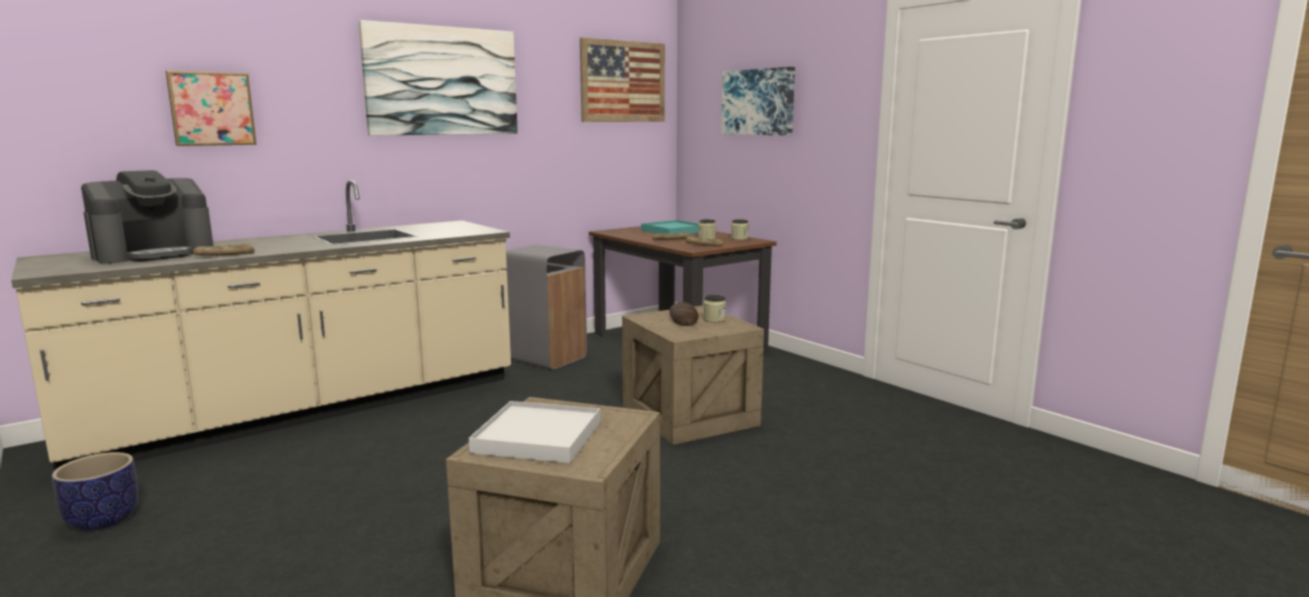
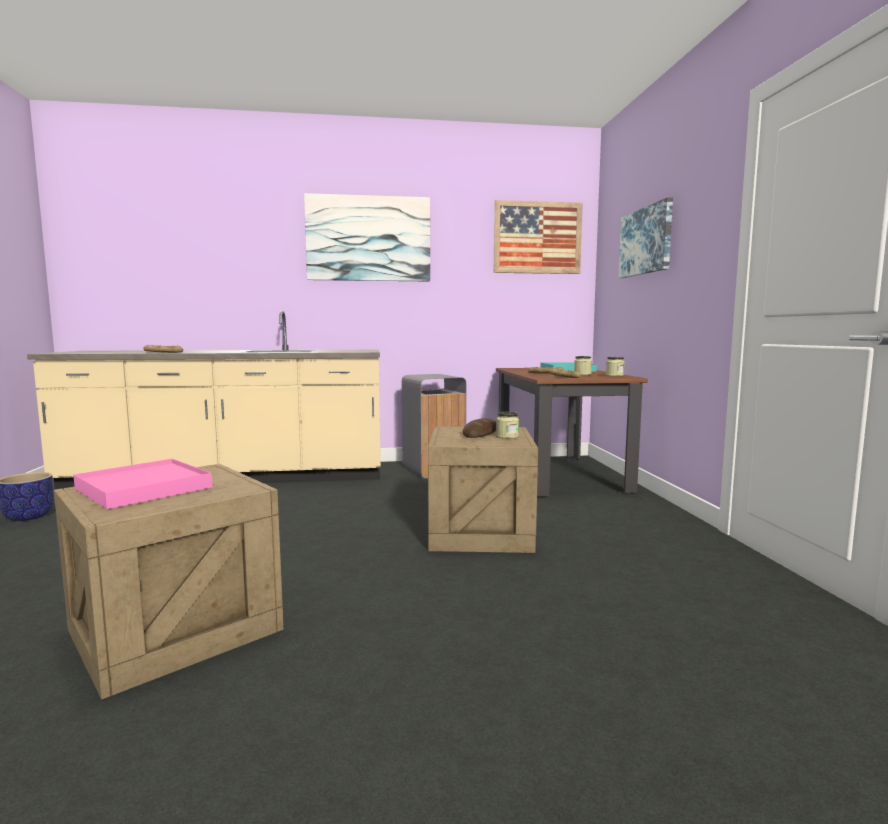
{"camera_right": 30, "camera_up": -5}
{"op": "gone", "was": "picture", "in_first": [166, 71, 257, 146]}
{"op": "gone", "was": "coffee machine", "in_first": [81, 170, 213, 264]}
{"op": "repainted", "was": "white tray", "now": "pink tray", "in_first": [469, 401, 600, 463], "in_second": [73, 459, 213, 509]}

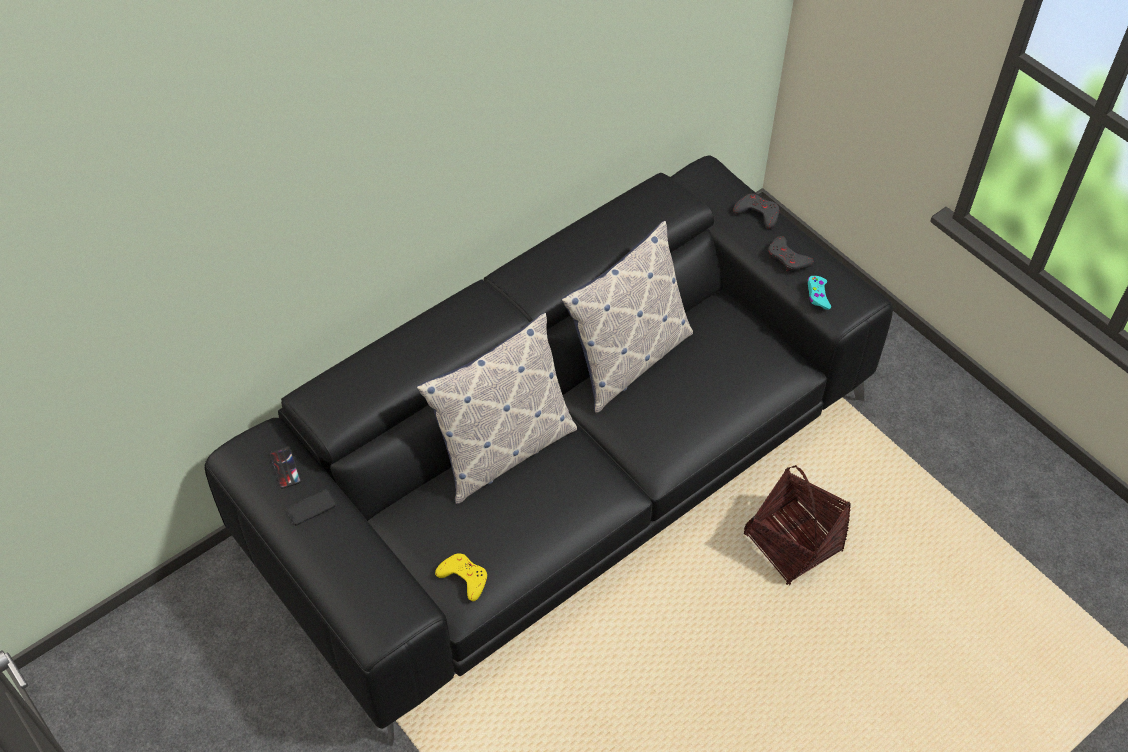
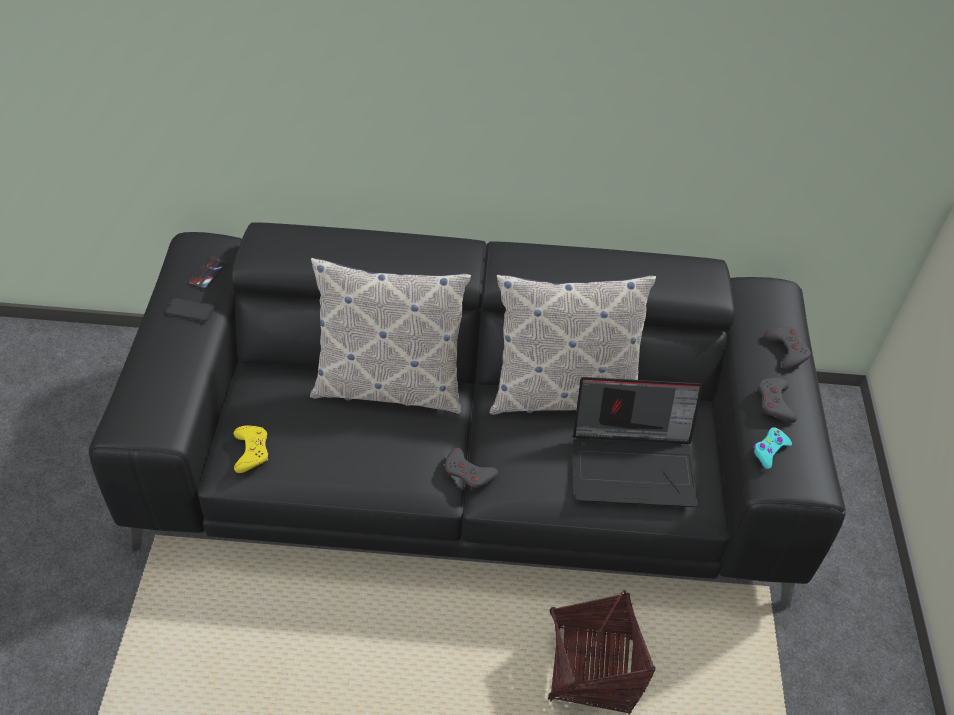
{"camera_right": 40, "camera_up": -5}
{"op": "new", "now": "laptop", "in_second": [573, 377, 703, 507]}
{"op": "new", "now": "grey game controller", "in_second": [445, 448, 498, 490]}

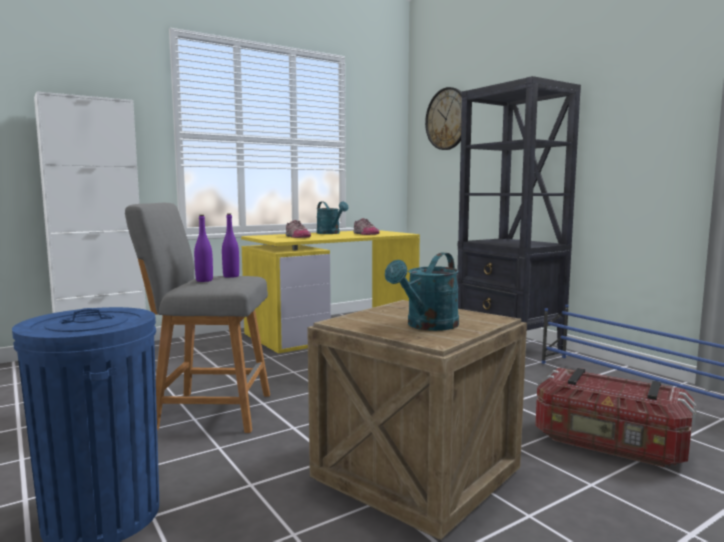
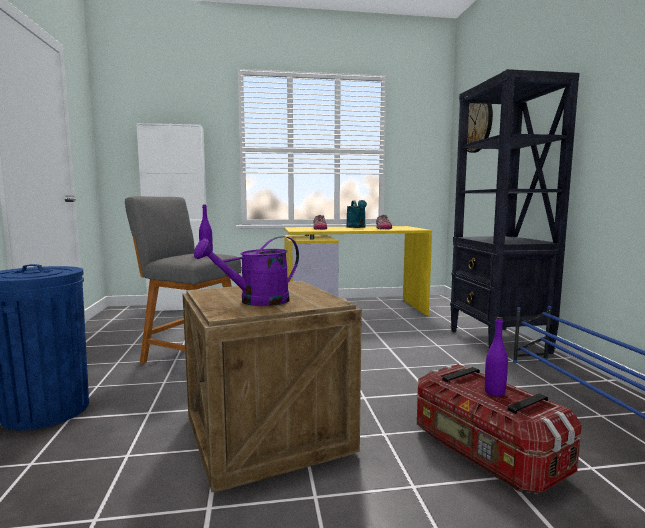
{"camera_right": 25, "camera_up": 0}
{"op": "shifted", "was": "purple bottle", "in_first": [194, 215, 213, 282], "in_second": [485, 317, 508, 397]}
{"op": "repainted", "was": "turquoise watering can", "now": "purple watering can", "in_first": [385, 253, 459, 331], "in_second": [194, 236, 299, 306]}

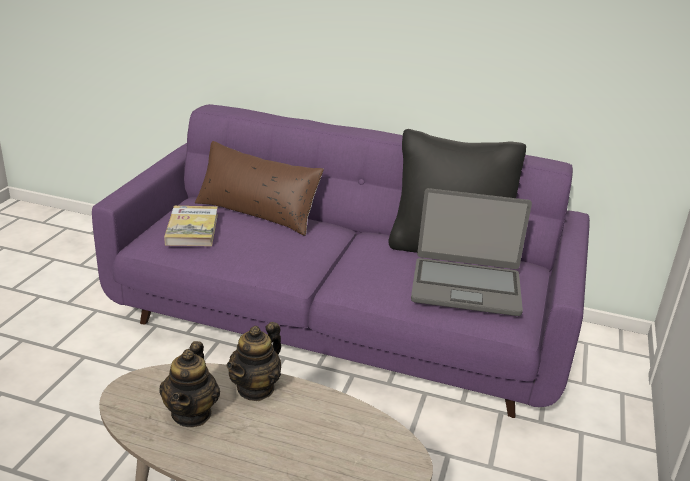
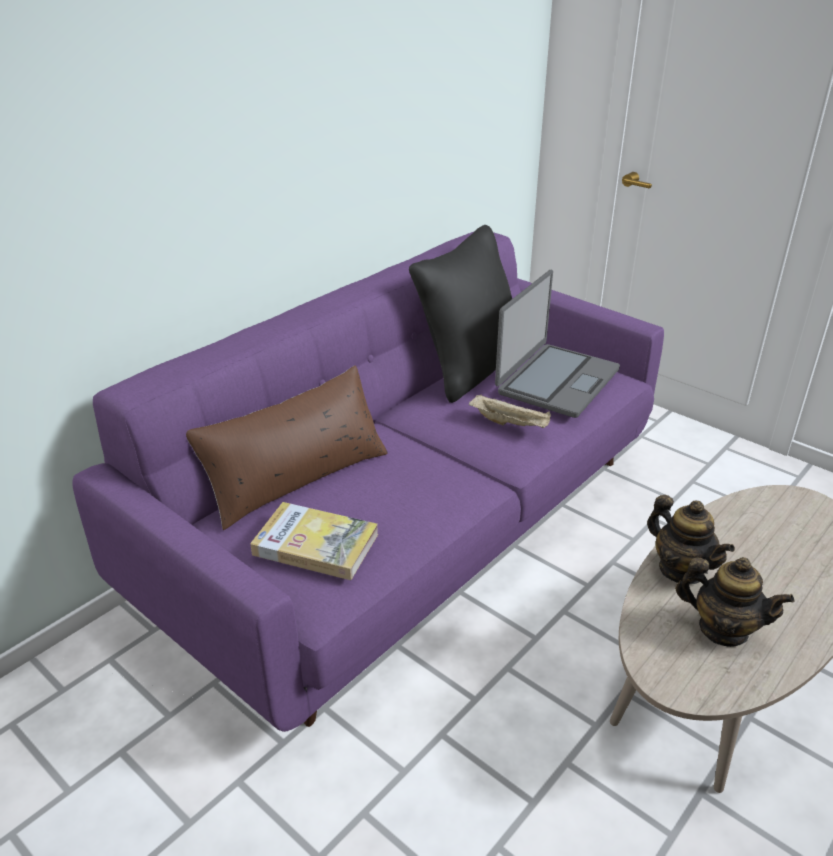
{"camera_right": -65, "camera_up": 5}
{"op": "new", "now": "beige tray", "in_second": [469, 394, 551, 428]}

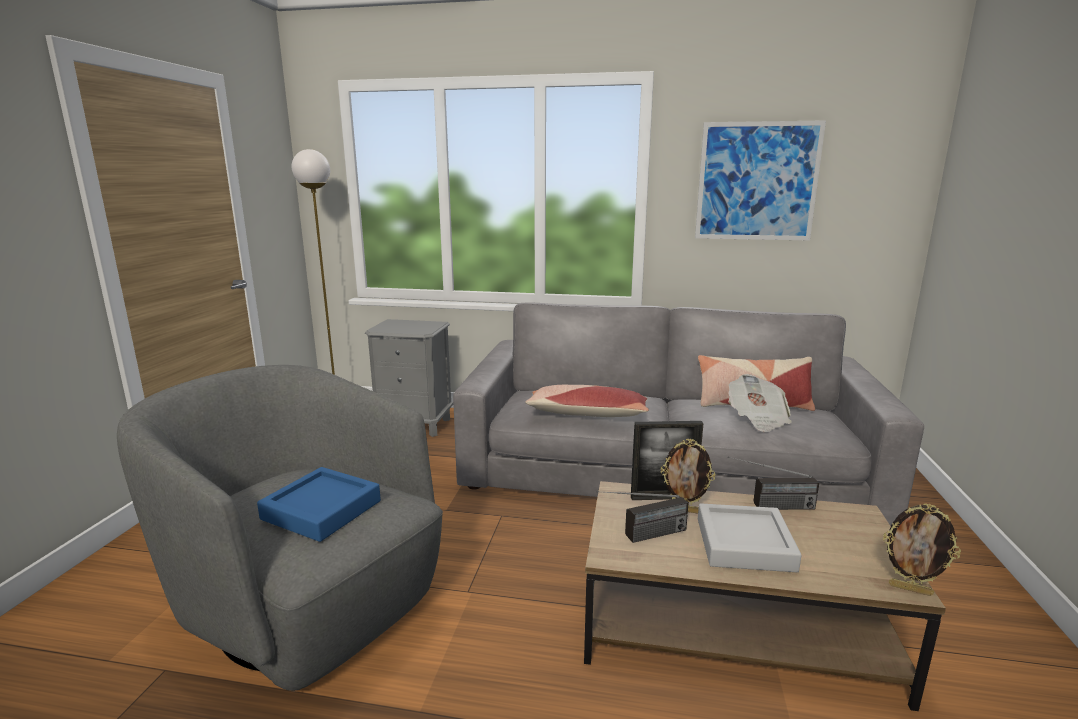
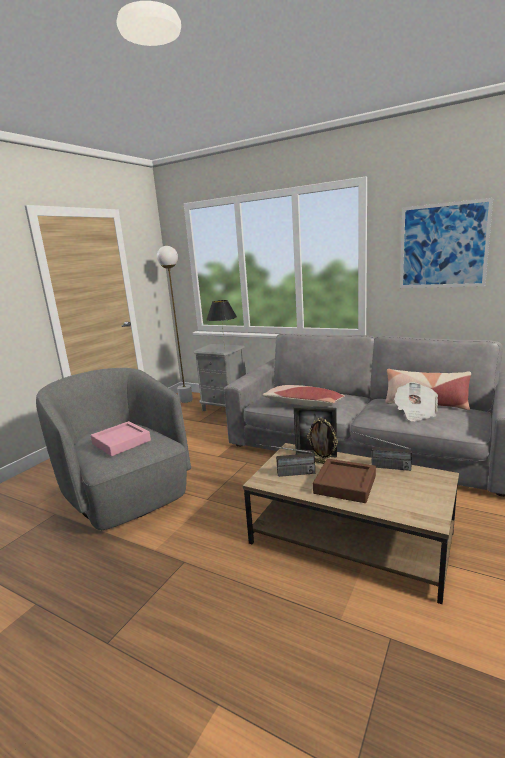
{"camera_right": 20, "camera_up": 0}
{"op": "repainted", "was": "blue tray", "now": "pink tray", "in_first": [257, 467, 381, 542], "in_second": [91, 421, 151, 456]}
{"op": "repainted", "was": "grey tray", "now": "brown tray", "in_first": [698, 503, 802, 572], "in_second": [313, 459, 376, 503]}
{"op": "gone", "was": "picture frame", "in_first": [883, 503, 961, 596]}
{"op": "new", "now": "black table lamp", "in_second": [206, 300, 237, 350]}

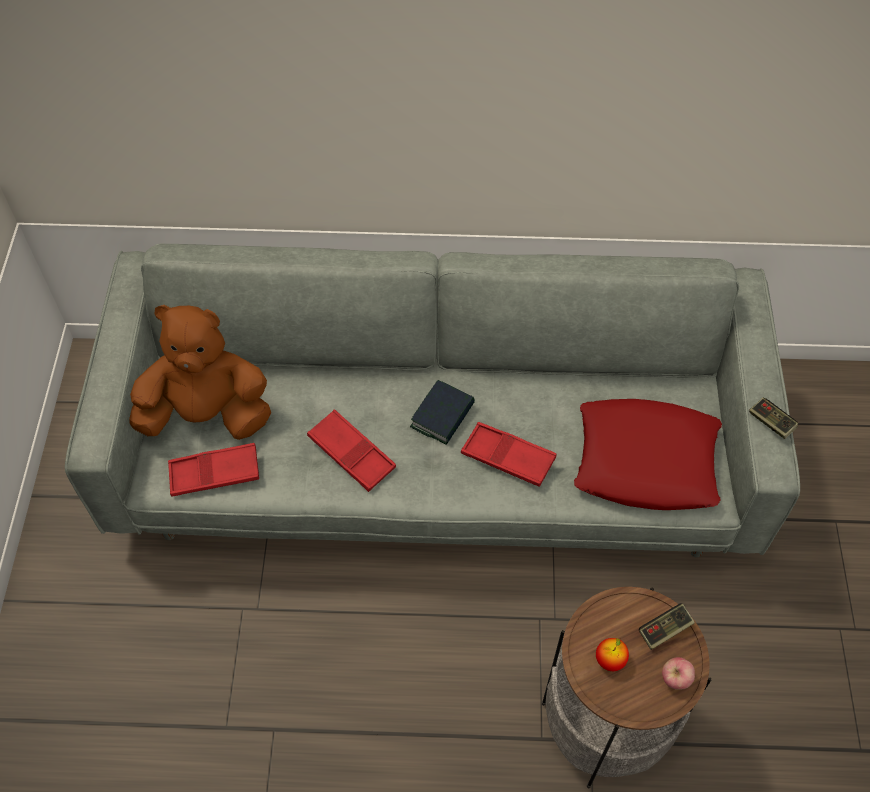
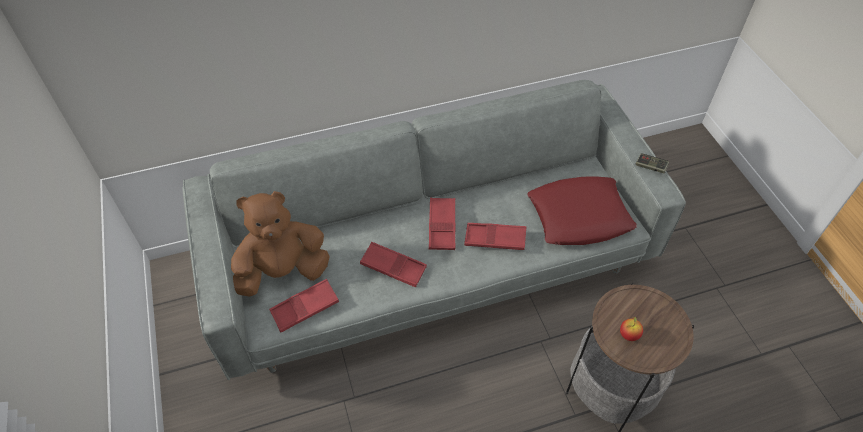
{"camera_right": -20, "camera_up": -5}
{"op": "swapped", "was": "book", "now": "red tray", "in_first": [410, 380, 475, 445], "in_second": [429, 197, 455, 250]}
{"op": "gone", "was": "game controller", "in_first": [639, 603, 695, 650]}
{"op": "gone", "was": "apple", "in_first": [662, 657, 695, 690]}

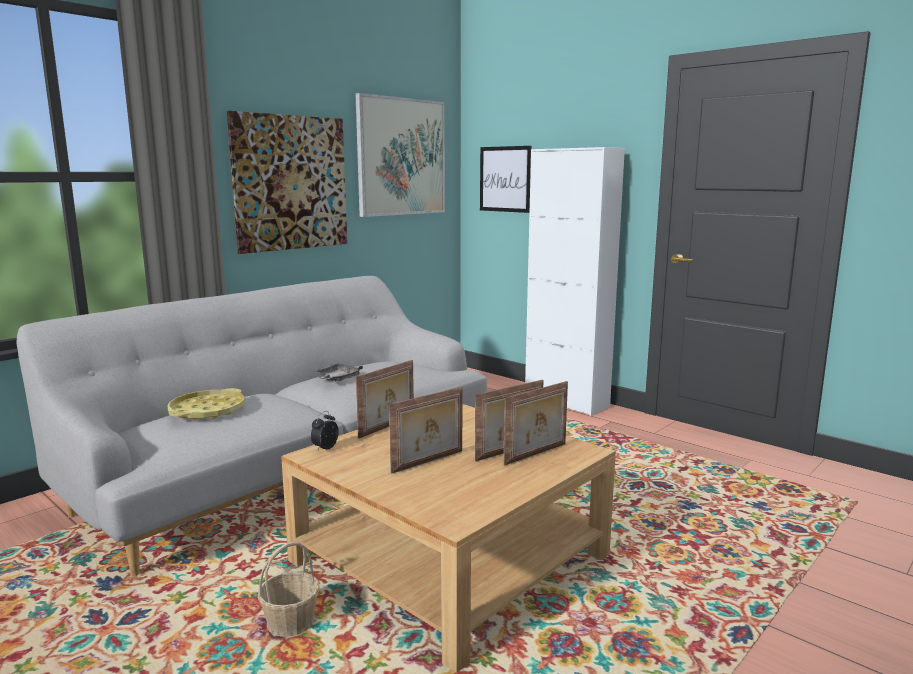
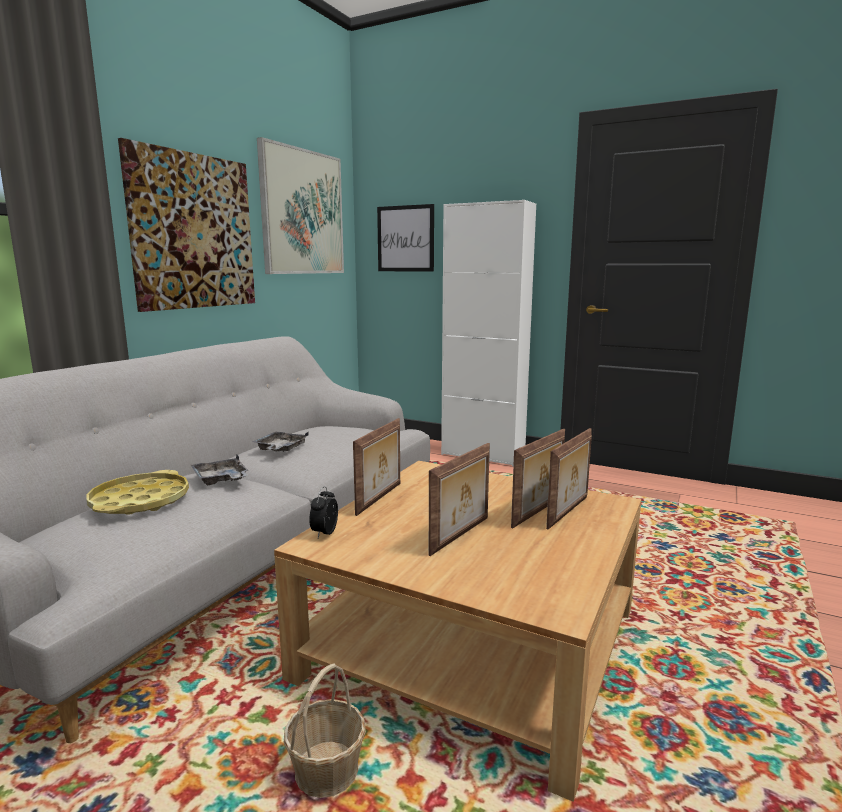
{"camera_right": -15, "camera_up": 0}
{"op": "new", "now": "grey tray", "in_second": [191, 454, 249, 485]}

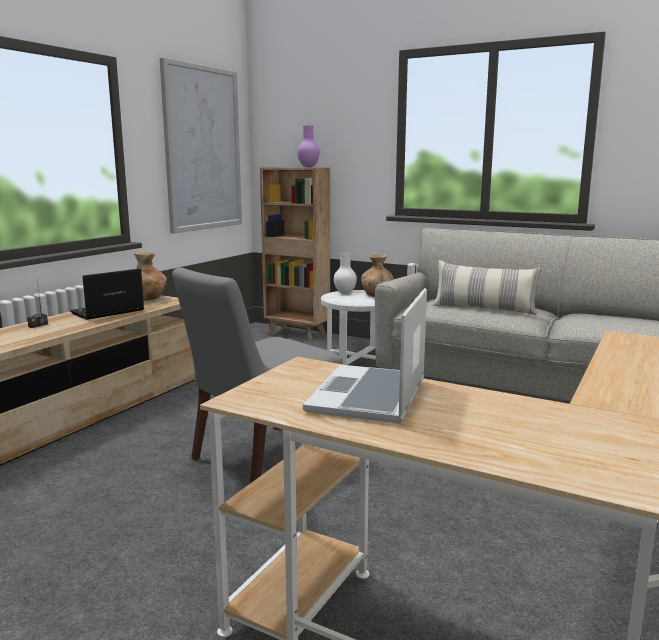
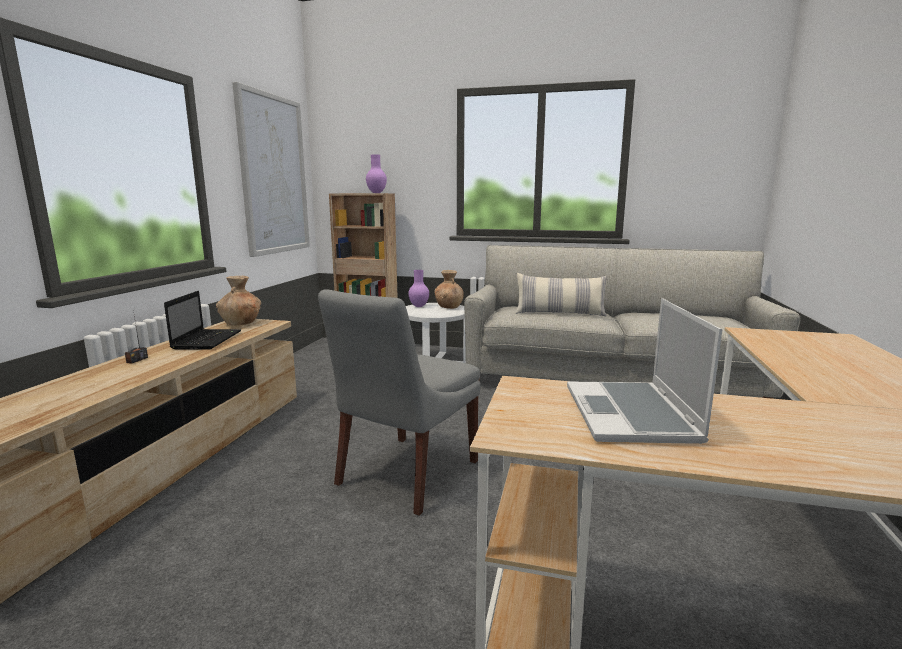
{"camera_right": -15, "camera_up": 0}
{"op": "repainted", "was": "white vase", "now": "purple vase", "in_first": [334, 252, 357, 294], "in_second": [408, 270, 429, 307]}
{"op": "rotated", "was": "laptop", "in_first": [70, 269, 144, 320], "in_second": [164, 291, 241, 350], "clockwise": 150}

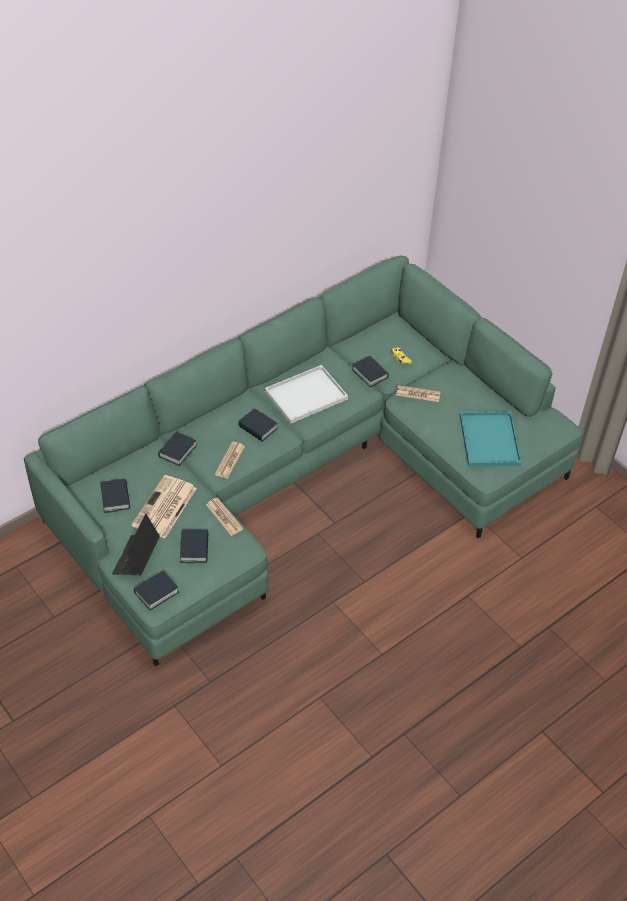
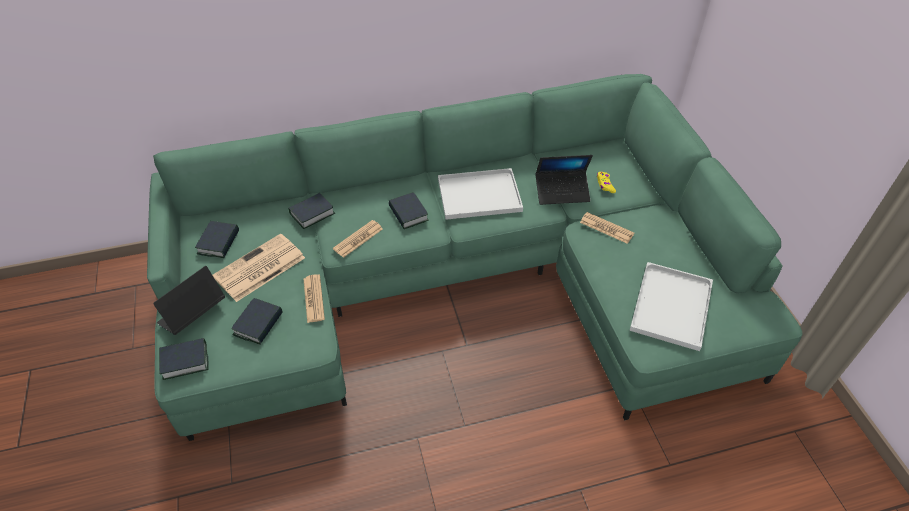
{"camera_right": 25, "camera_up": 0}
{"op": "swapped", "was": "book", "now": "laptop", "in_first": [352, 356, 389, 387], "in_second": [535, 155, 593, 205]}
{"op": "repainted", "was": "turquoise tray", "now": "white tray", "in_first": [460, 411, 522, 467], "in_second": [629, 262, 713, 351]}

